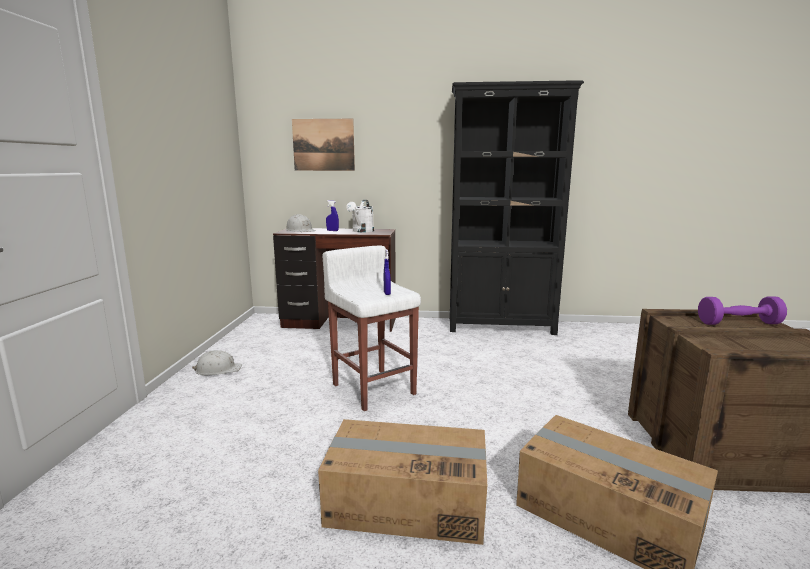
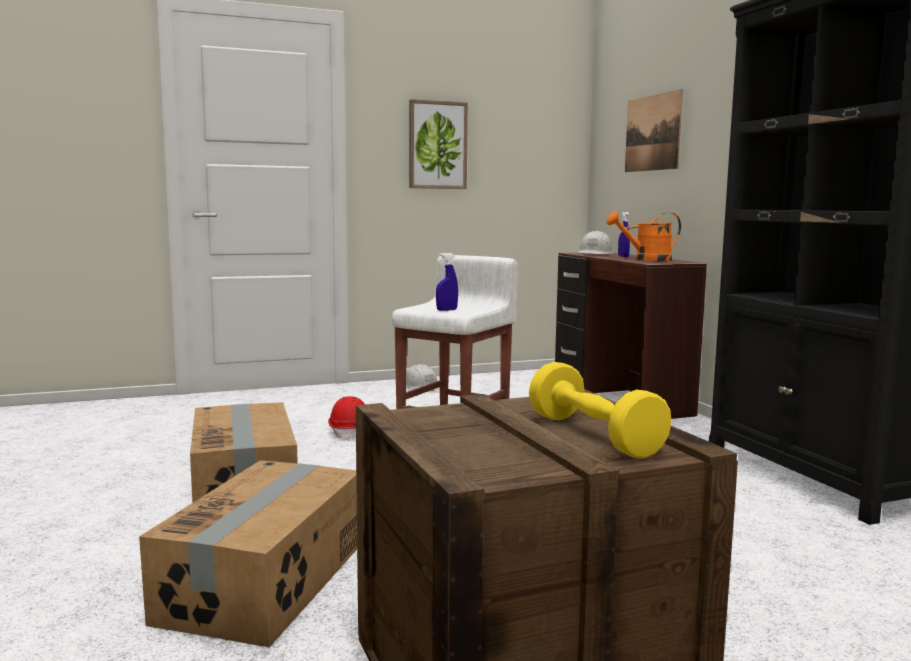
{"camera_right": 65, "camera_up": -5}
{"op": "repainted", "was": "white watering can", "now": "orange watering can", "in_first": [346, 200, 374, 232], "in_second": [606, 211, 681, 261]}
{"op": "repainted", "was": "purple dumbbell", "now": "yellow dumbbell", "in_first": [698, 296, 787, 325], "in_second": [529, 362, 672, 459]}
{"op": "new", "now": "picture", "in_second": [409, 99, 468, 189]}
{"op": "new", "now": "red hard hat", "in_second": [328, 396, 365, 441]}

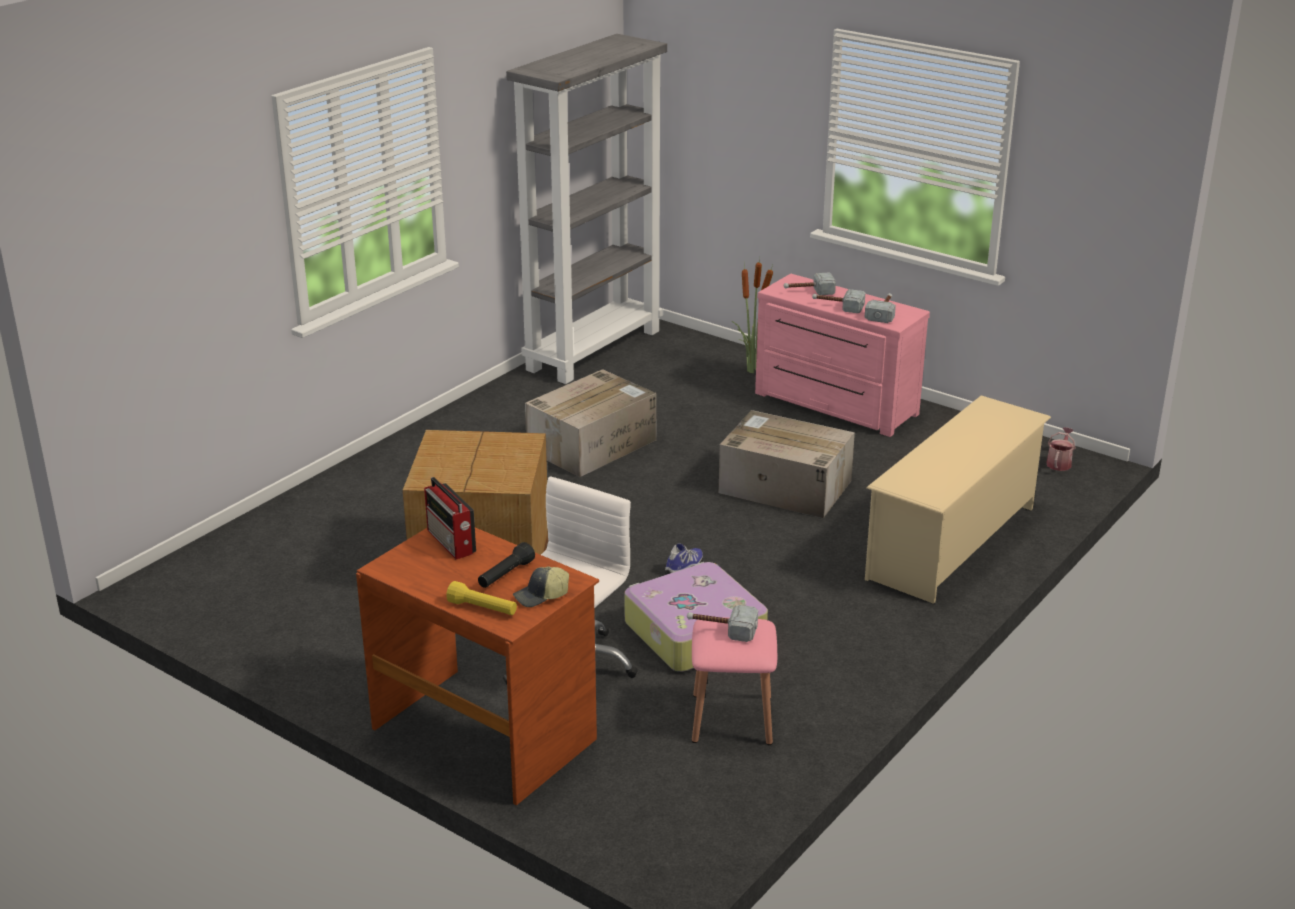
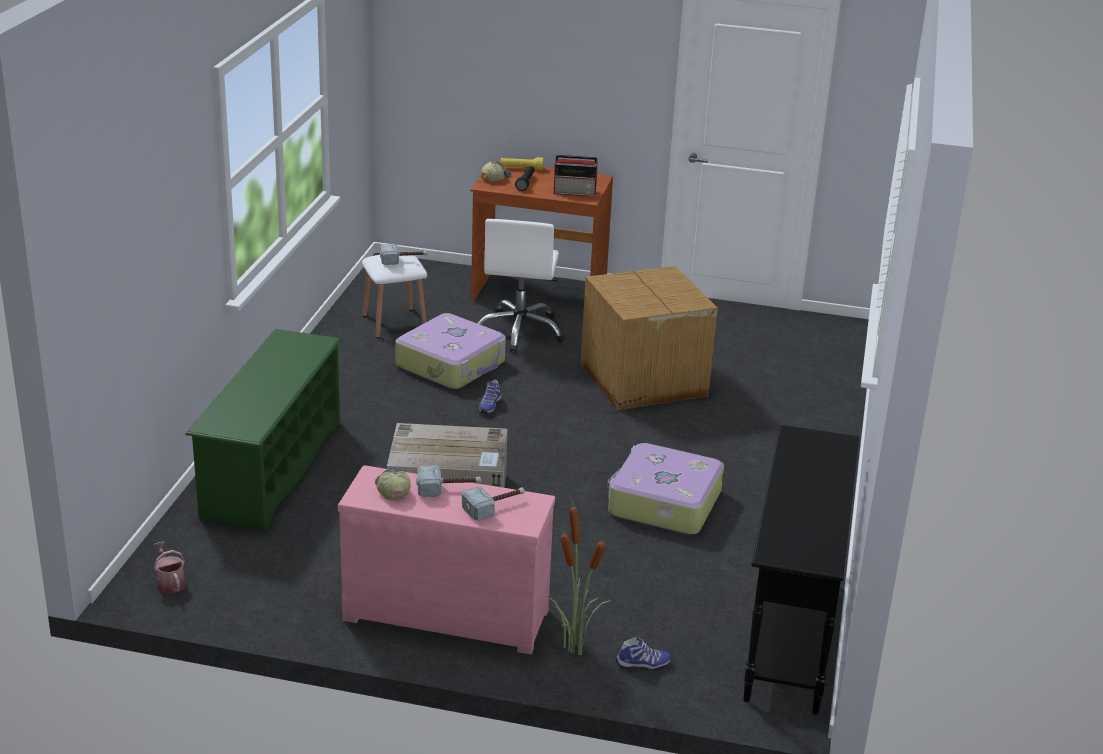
{"camera_right": 155, "camera_up": 0}
{"op": "swapped", "was": "grey bookcase", "now": "black console table", "in_first": [506, 34, 667, 384], "in_second": [743, 425, 859, 715]}
{"op": "swapped", "was": "hammer", "now": "cap", "in_first": [865, 293, 896, 323], "in_second": [375, 468, 411, 500]}
{"op": "swapped", "was": "cardboard box", "now": "suitcase", "in_first": [525, 369, 657, 477], "in_second": [607, 443, 724, 535]}
{"op": "repainted", "was": "beige shoe rack", "now": "green shoe rack", "in_first": [865, 396, 1051, 604], "in_second": [185, 329, 342, 532]}
{"op": "rotated", "was": "watering can", "in_first": [1046, 427, 1075, 471], "in_second": [153, 541, 185, 594], "clockwise": 150}
{"op": "rotated", "was": "radio", "in_first": [424, 477, 476, 559], "in_second": [554, 155, 599, 197], "clockwise": 150}
{"op": "repainted", "was": "pink stool", "now": "white stool", "in_first": [692, 618, 777, 745], "in_second": [362, 255, 427, 338]}
{"op": "new", "now": "shoe", "in_second": [616, 637, 671, 670]}

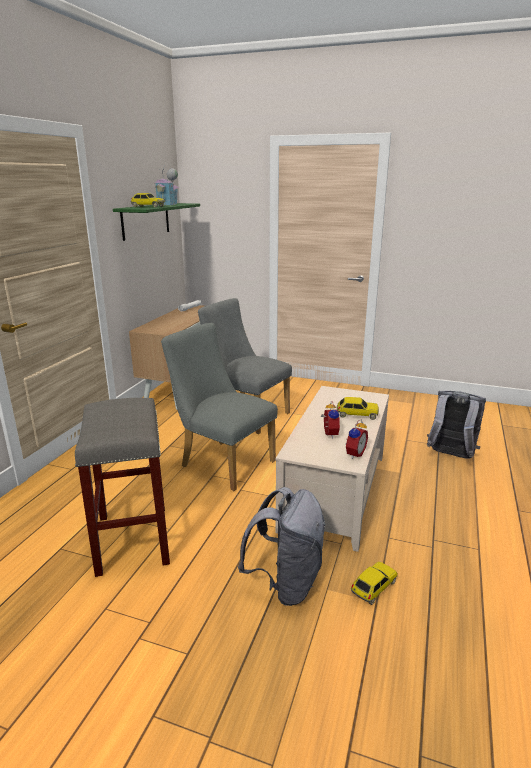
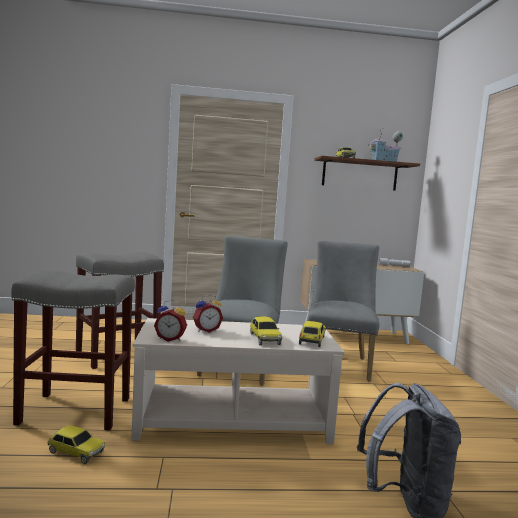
{"camera_right": 65, "camera_up": -15}
{"op": "repainted", "was": "green shelf", "now": "brown shelf", "in_first": [113, 203, 200, 241], "in_second": [314, 156, 420, 191]}
{"op": "swapped", "was": "grey backpack", "now": "grey stool", "in_first": [238, 487, 326, 606], "in_second": [11, 270, 135, 430]}
{"op": "new", "now": "toy car", "in_second": [299, 321, 326, 347]}

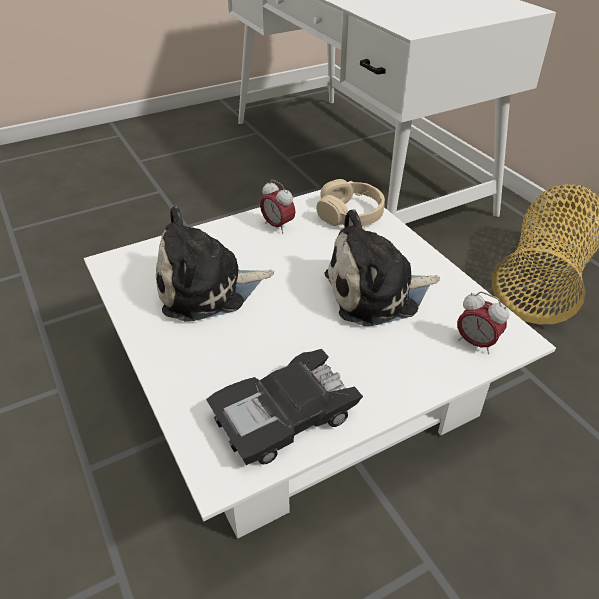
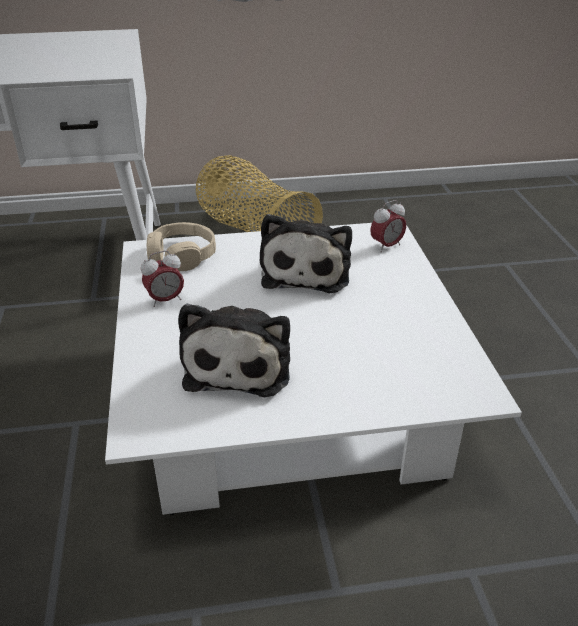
{"camera_right": -70, "camera_up": -5}
{"op": "gone", "was": "black toy car", "in_first": [206, 349, 363, 465]}

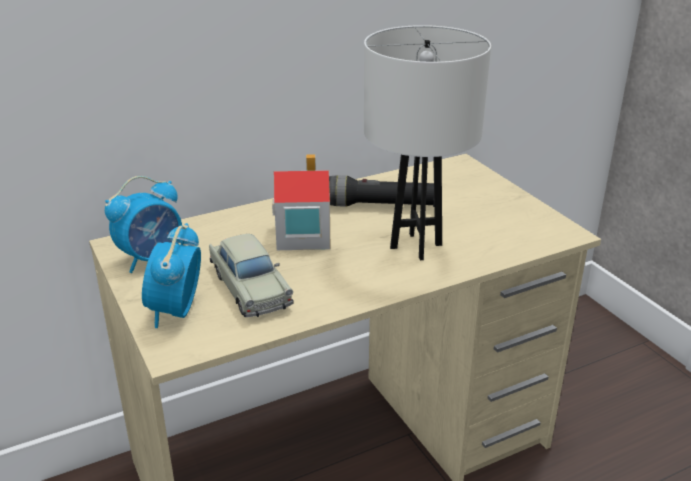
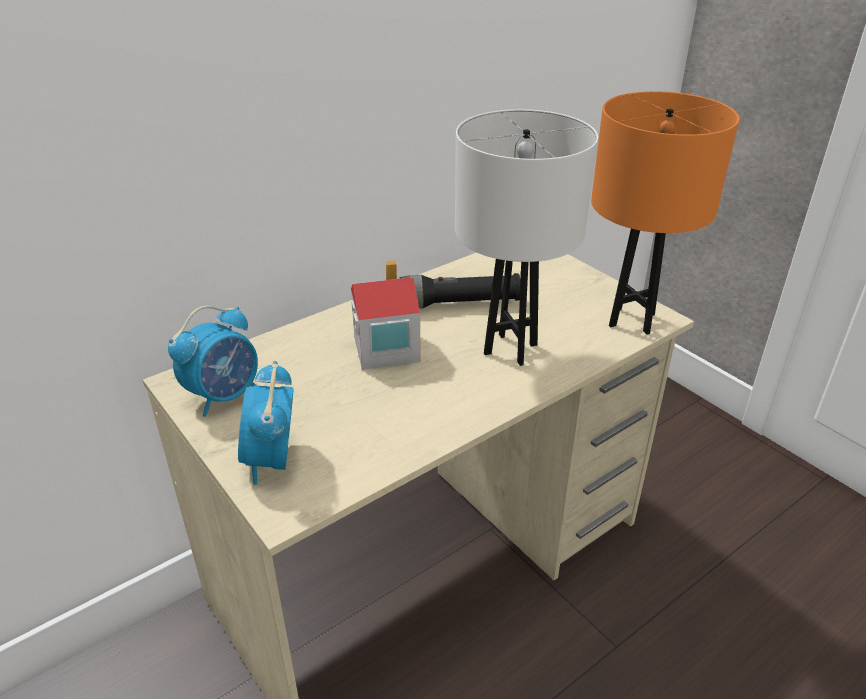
{"camera_right": -10, "camera_up": 5}
{"op": "gone", "was": "beige toy car", "in_first": [209, 234, 294, 317]}
{"op": "new", "now": "orange table lamp", "in_second": [591, 91, 739, 335]}

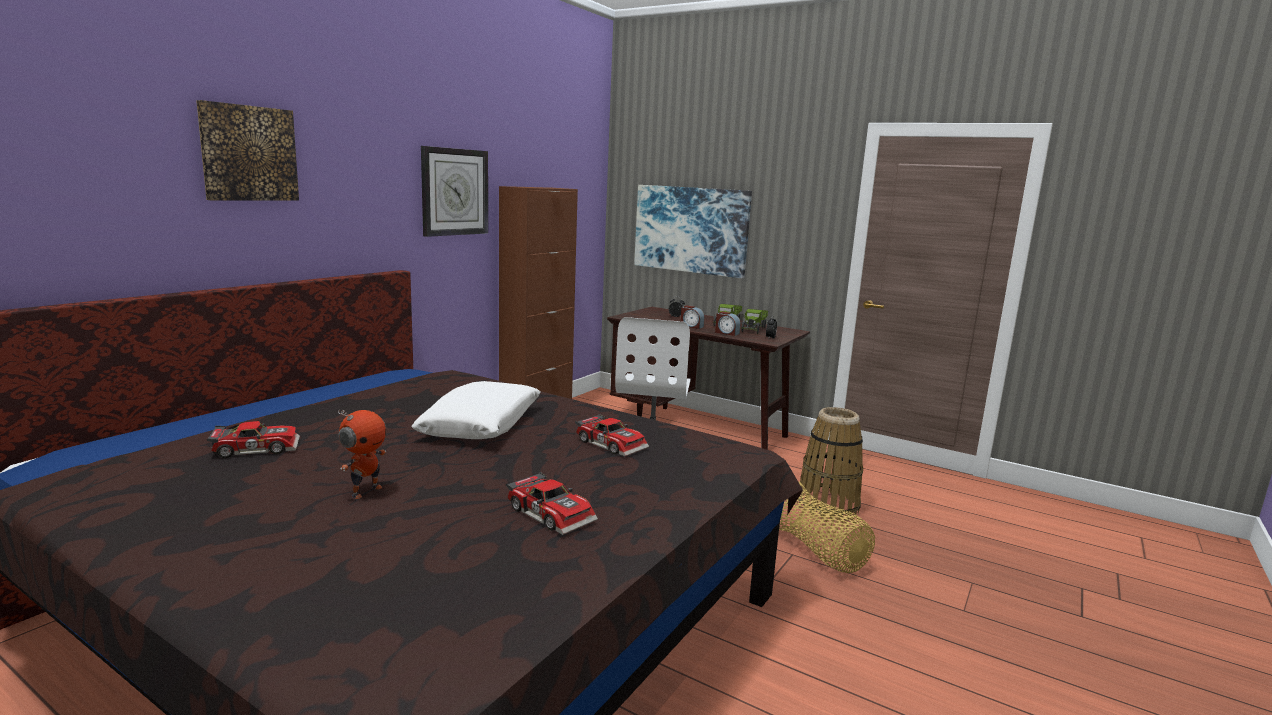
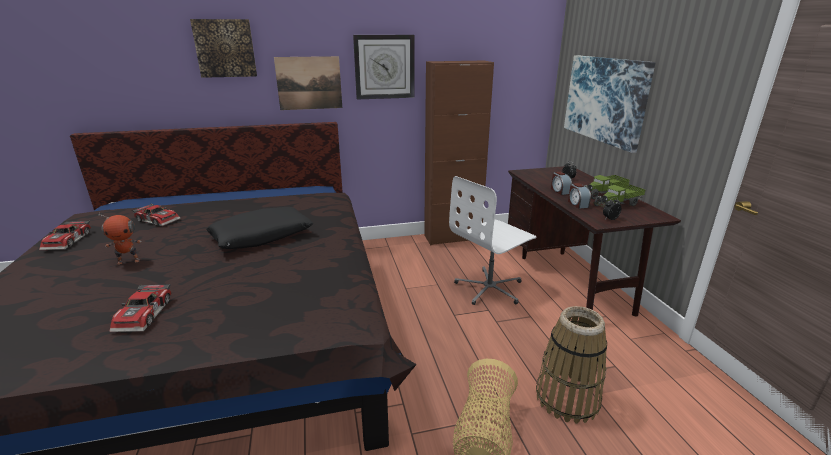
{"camera_right": 45, "camera_up": 10}
{"op": "repainted", "was": "white pillow", "now": "black pillow", "in_first": [411, 381, 541, 439], "in_second": [206, 207, 313, 249]}
{"op": "shifted", "was": "toy car", "in_first": [575, 414, 649, 457], "in_second": [39, 220, 91, 250]}
{"op": "new", "now": "picture", "in_second": [274, 56, 342, 110]}

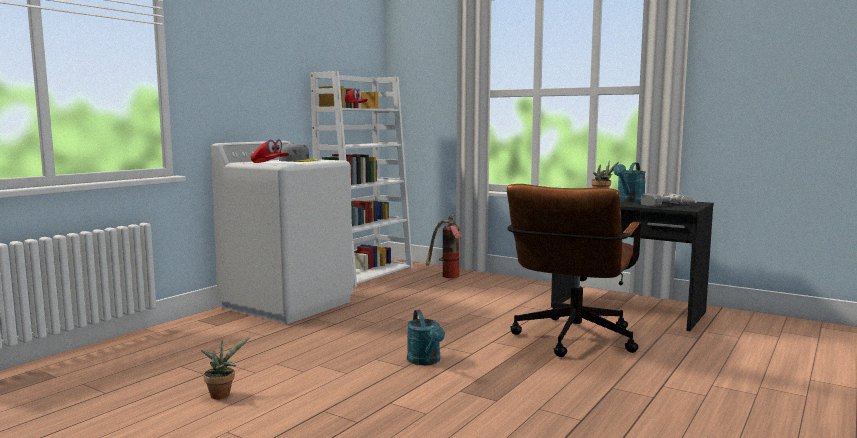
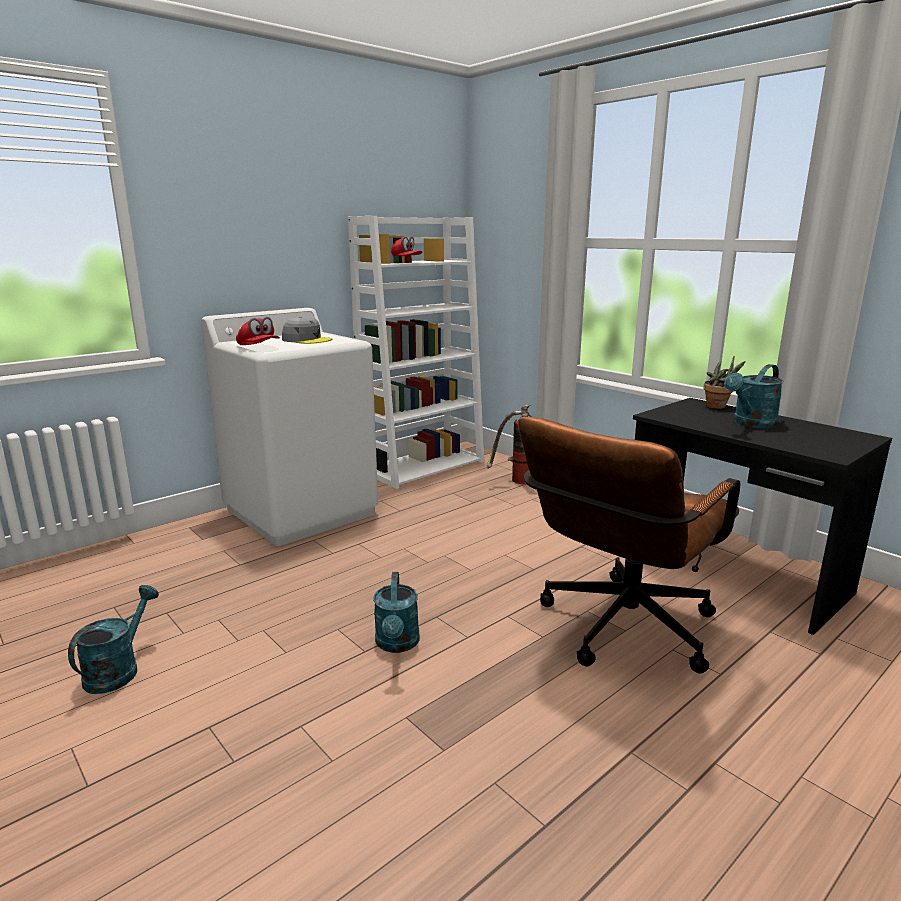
{"camera_right": 15, "camera_up": 10}
{"op": "gone", "was": "power drill", "in_first": [641, 193, 697, 207]}
{"op": "swapped", "was": "potted plant", "now": "turquoise watering can", "in_first": [201, 337, 250, 400], "in_second": [68, 585, 159, 694]}

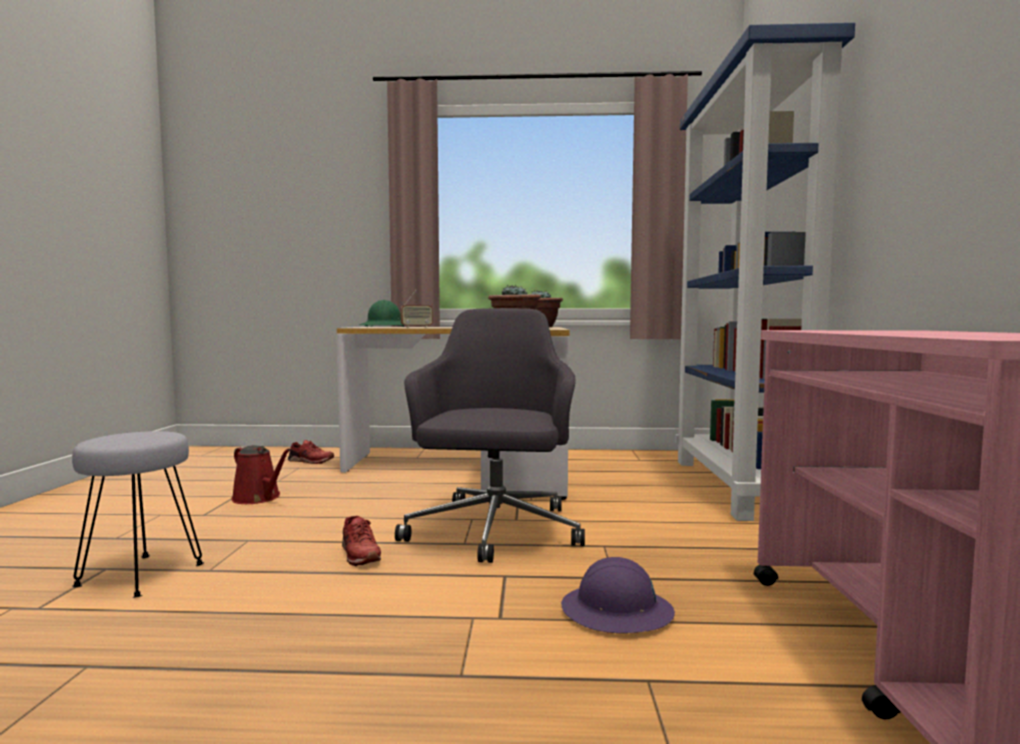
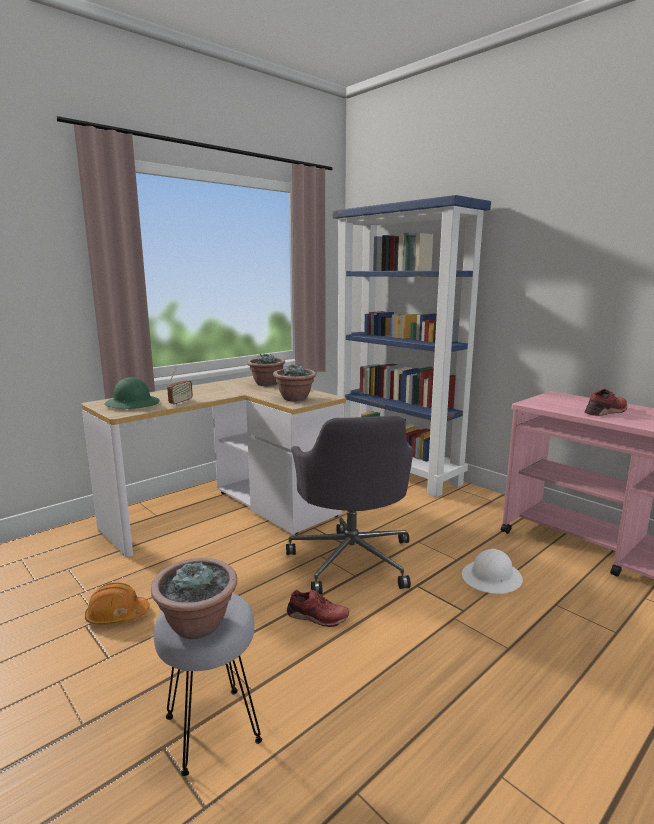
{"camera_right": -45, "camera_up": 10}
{"op": "rotated", "was": "grey office chair", "in_first": [395, 308, 585, 563], "in_second": [286, 415, 413, 594], "clockwise": -150}
{"op": "shifted", "was": "red shoe", "in_first": [288, 440, 334, 464], "in_second": [585, 389, 627, 416]}
{"op": "swapped", "was": "red watering can", "now": "orange hard hat", "in_first": [231, 445, 291, 504], "in_second": [85, 582, 150, 625]}
{"op": "repainted", "was": "purple hard hat", "now": "white hard hat", "in_first": [561, 557, 675, 633], "in_second": [462, 549, 523, 594]}
{"op": "new", "now": "potted plant", "in_second": [151, 558, 237, 639]}

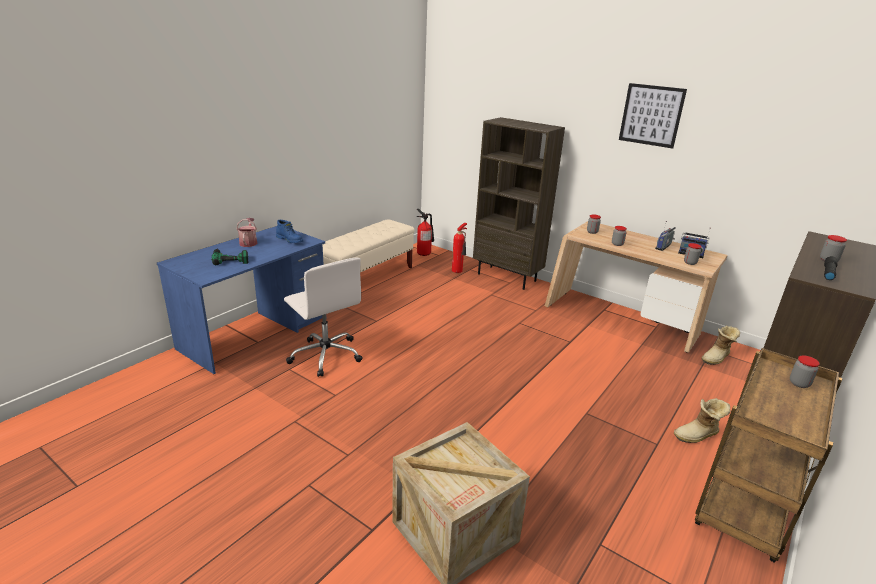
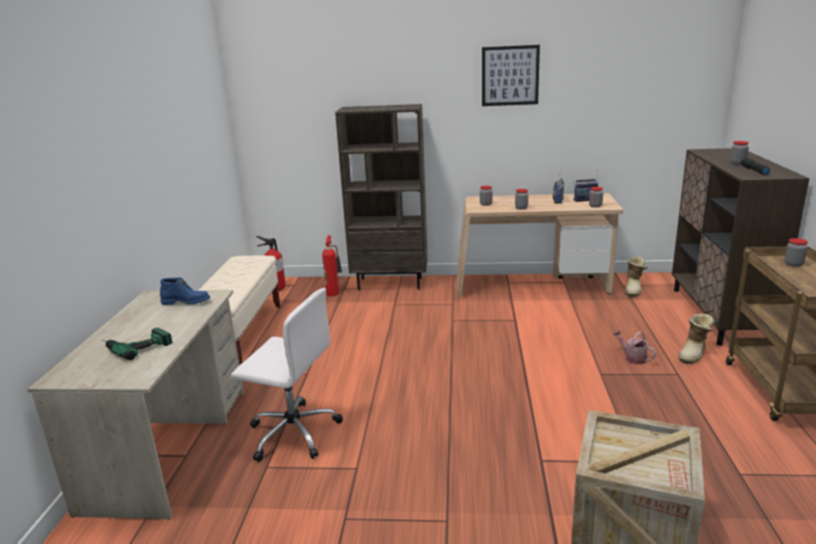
{"camera_right": -30, "camera_up": -5}
{"op": "shifted", "was": "watering can", "in_first": [237, 218, 257, 247], "in_second": [613, 330, 656, 364]}
{"op": "repainted", "was": "blue desk", "now": "beige desk", "in_first": [157, 226, 325, 374], "in_second": [27, 290, 244, 520]}

